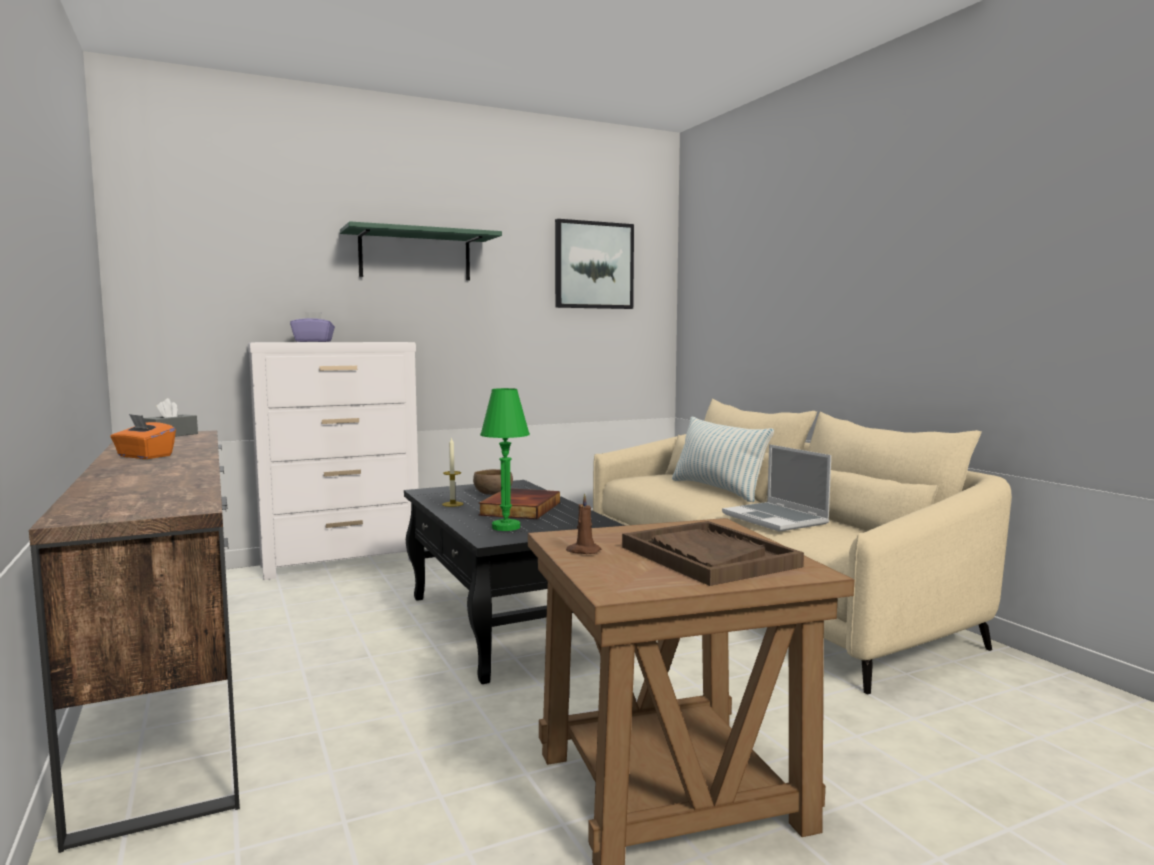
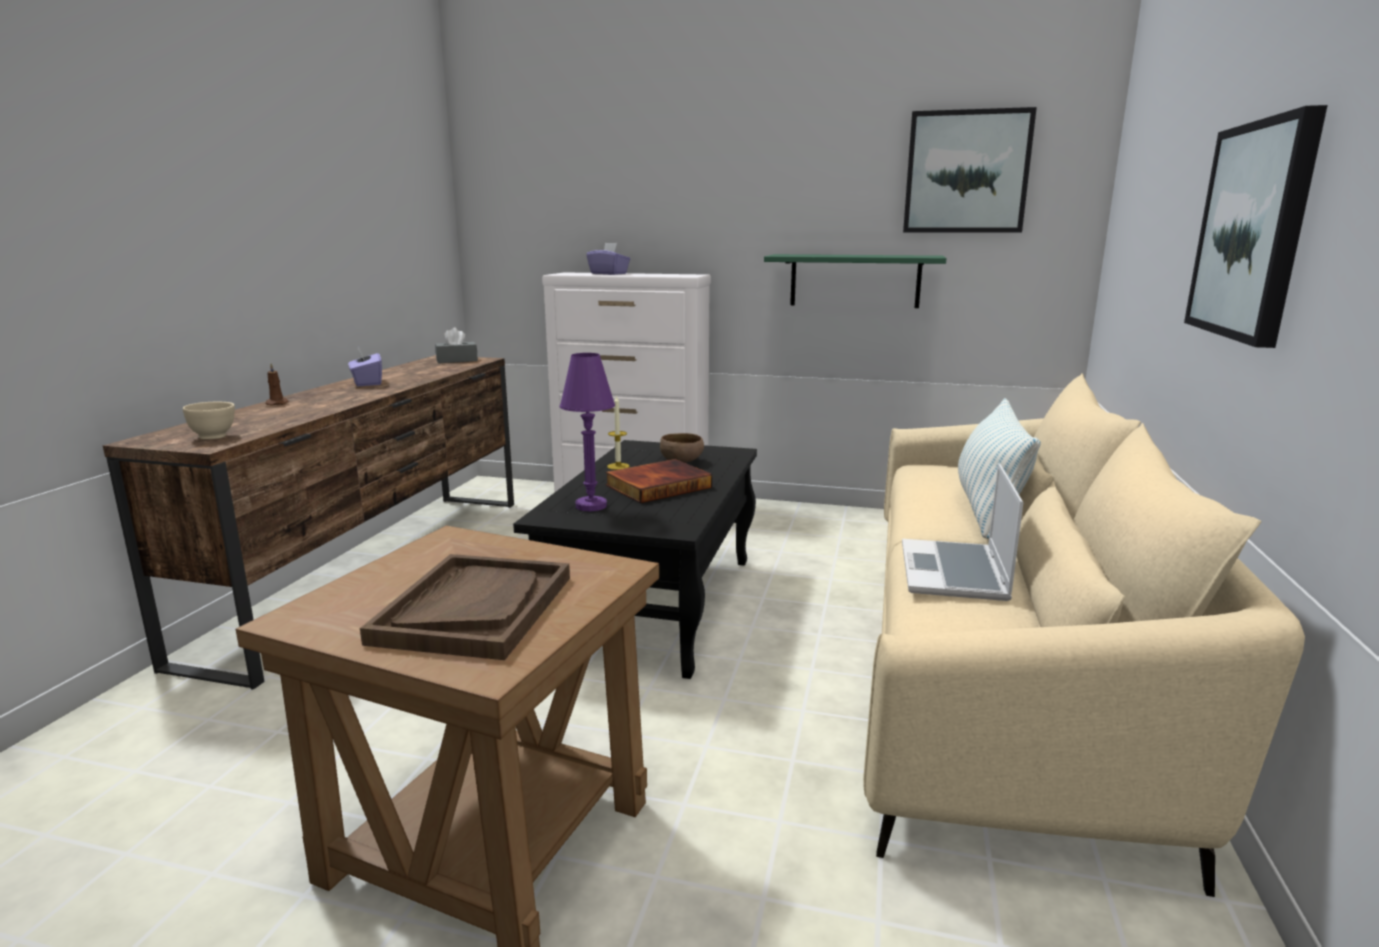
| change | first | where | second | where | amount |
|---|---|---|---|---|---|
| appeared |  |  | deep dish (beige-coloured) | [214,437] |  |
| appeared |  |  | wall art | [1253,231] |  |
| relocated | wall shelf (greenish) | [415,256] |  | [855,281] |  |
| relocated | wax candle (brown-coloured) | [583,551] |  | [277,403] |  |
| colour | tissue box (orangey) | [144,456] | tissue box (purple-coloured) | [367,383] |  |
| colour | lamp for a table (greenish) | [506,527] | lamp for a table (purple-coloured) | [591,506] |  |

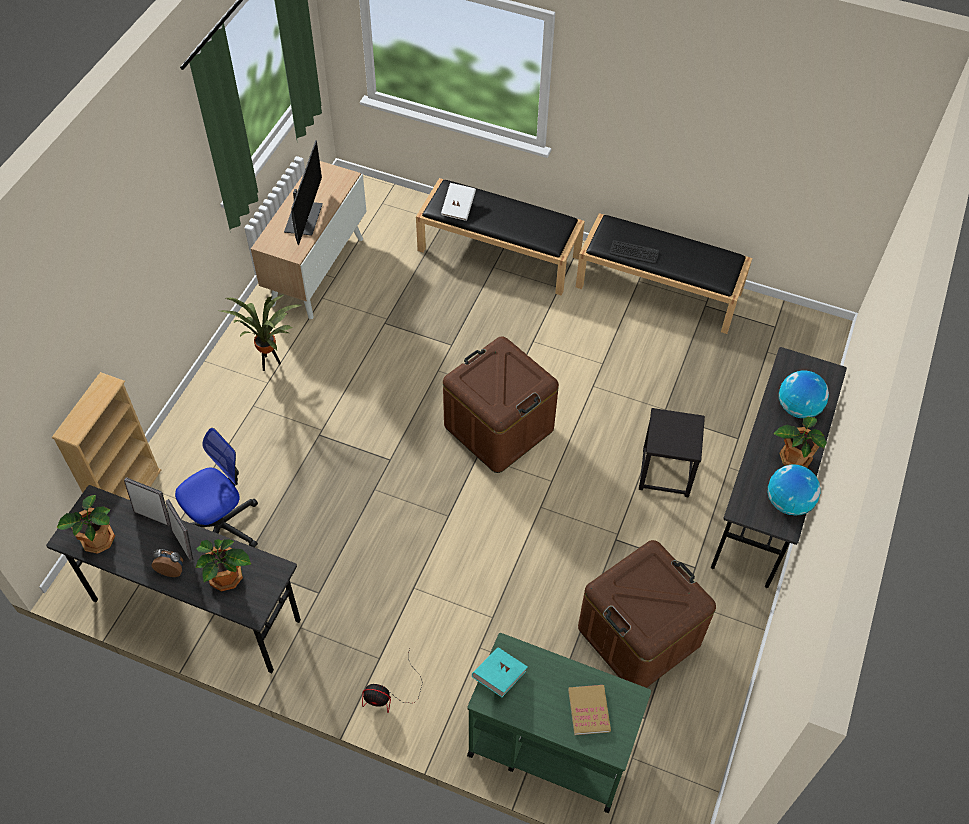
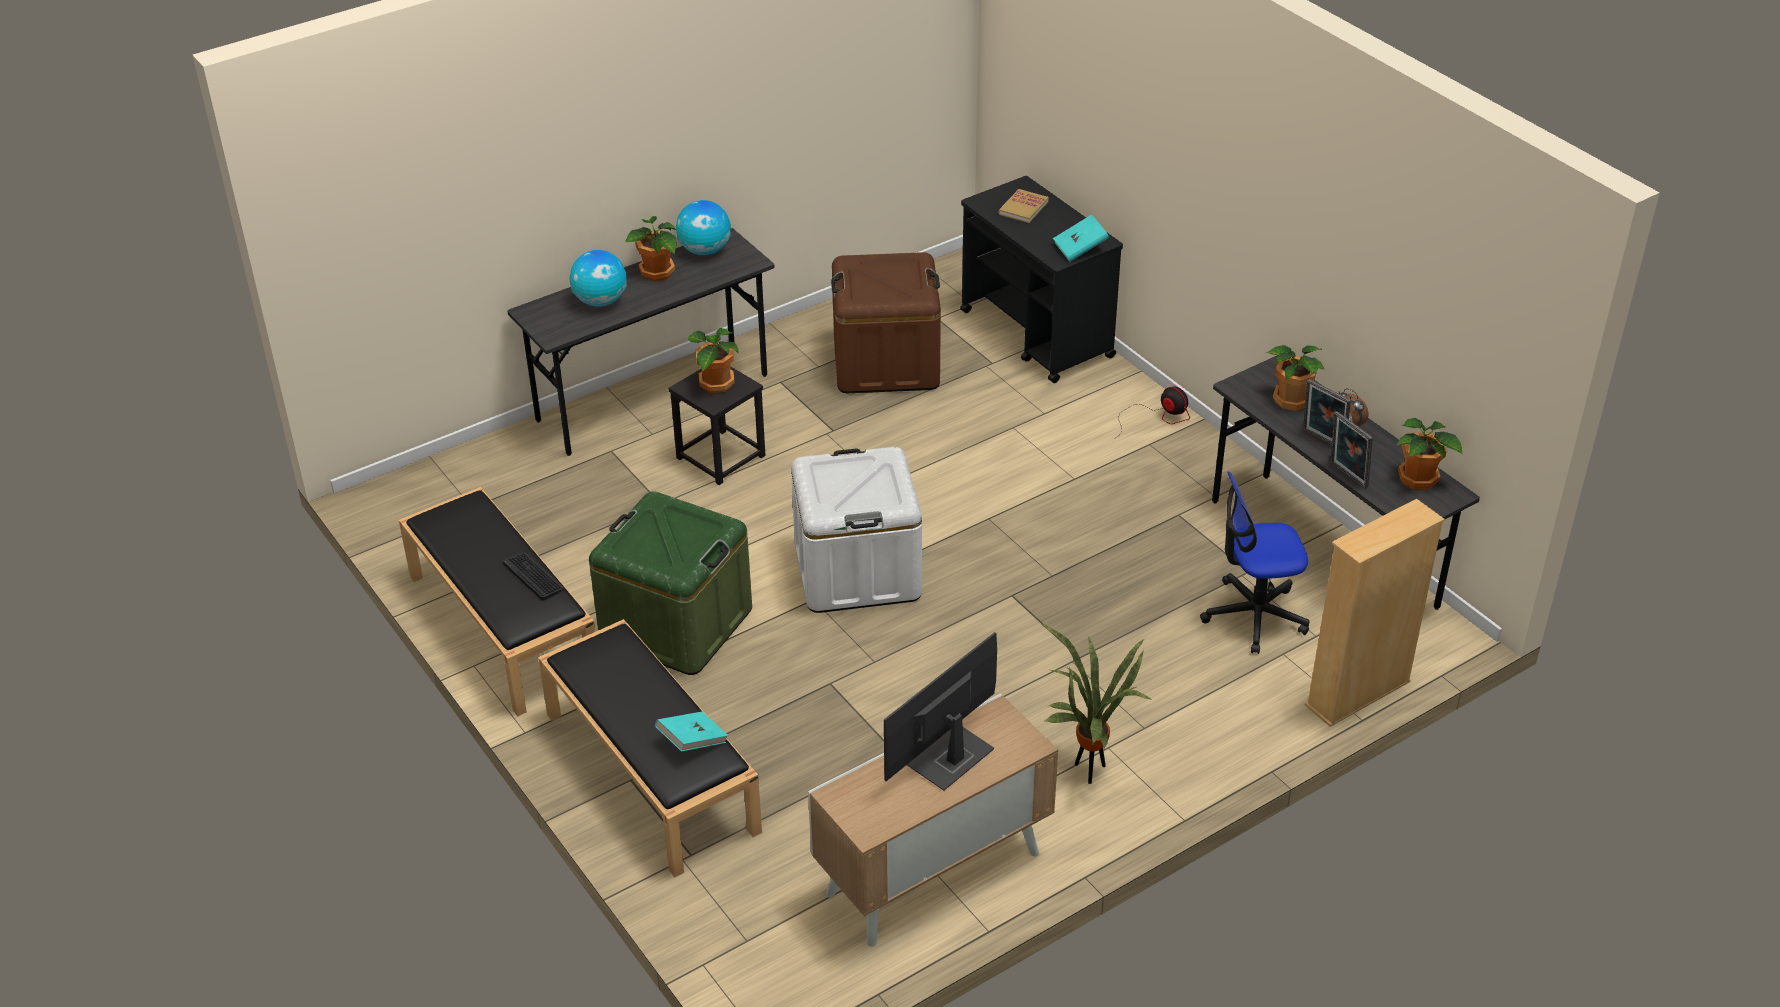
| change | first | where | second | where | amount |
|---|---|---|---|---|---|
| appeared |  |  | storage container (greenish) | [676,624] |  |
| appeared |  |  | potted plant | [715,384] |  |
| colour | book (white) | [458,208] | book (blue-green) | [692,741] |  |
| colour | storage container (brown-coloured) | [499,427] | storage container (white) | [857,571] |  |
| colour | cart (greenish) | [549,747] | cart (blackish) | [1037,334] |  |
| spun | standing frame | [185,543] |  | [1322,441] | 45 degrees counterclockwise |

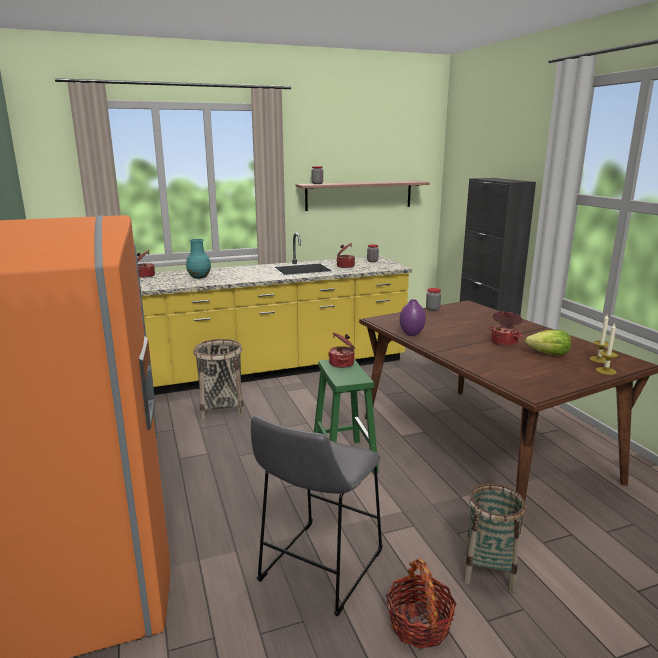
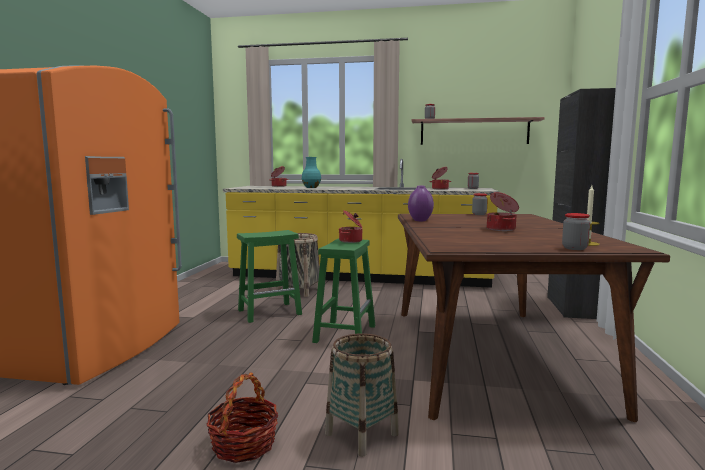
| change | first | where | second | where | amount |
|---|---|---|---|---|---|
| missing | stool seat (greyish) | [317,569] |  |  |  |
| missing | head of lettuce | [548,354] |  |  |  |
| appeared |  |  | stool seat (greenish) | [270,312] |  |
| exchanged | wax candle | [606,371] | jar | [574,248] |  |

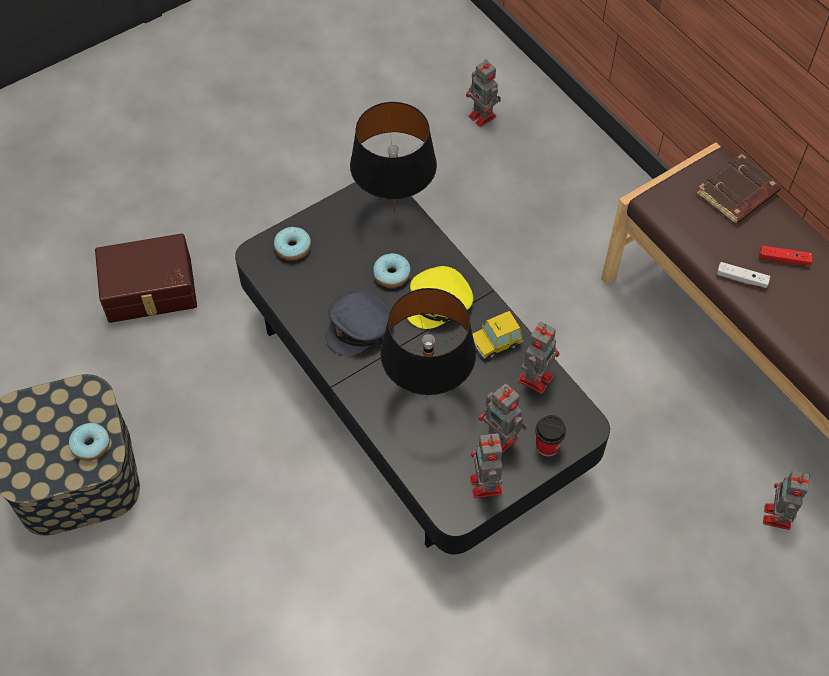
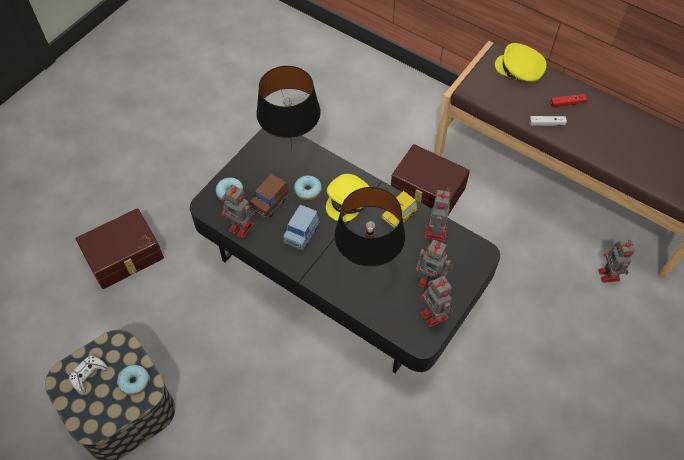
| change | first | where | second | where | amount |
|---|---|---|---|---|---|
| missing | cup | [547,446] |  |  |  |
| appeared |  |  | gamepad (white) | [88,375] |  |
| appeared |  |  | model car (brown-coloured) | [269,203] |  |
| appeared |  |  | storage container (brown-coloured) | [427,191] |  |
| relocated | model robot | [483,117] |  | [242,228] |  |
| exchanged | cap (greyish) | [360,327] | model car (blue-coloured) | [301,234] |  |
| exchanged | book (brown-coloured) | [737,194] | cap (yellow) | [519,70] |  |

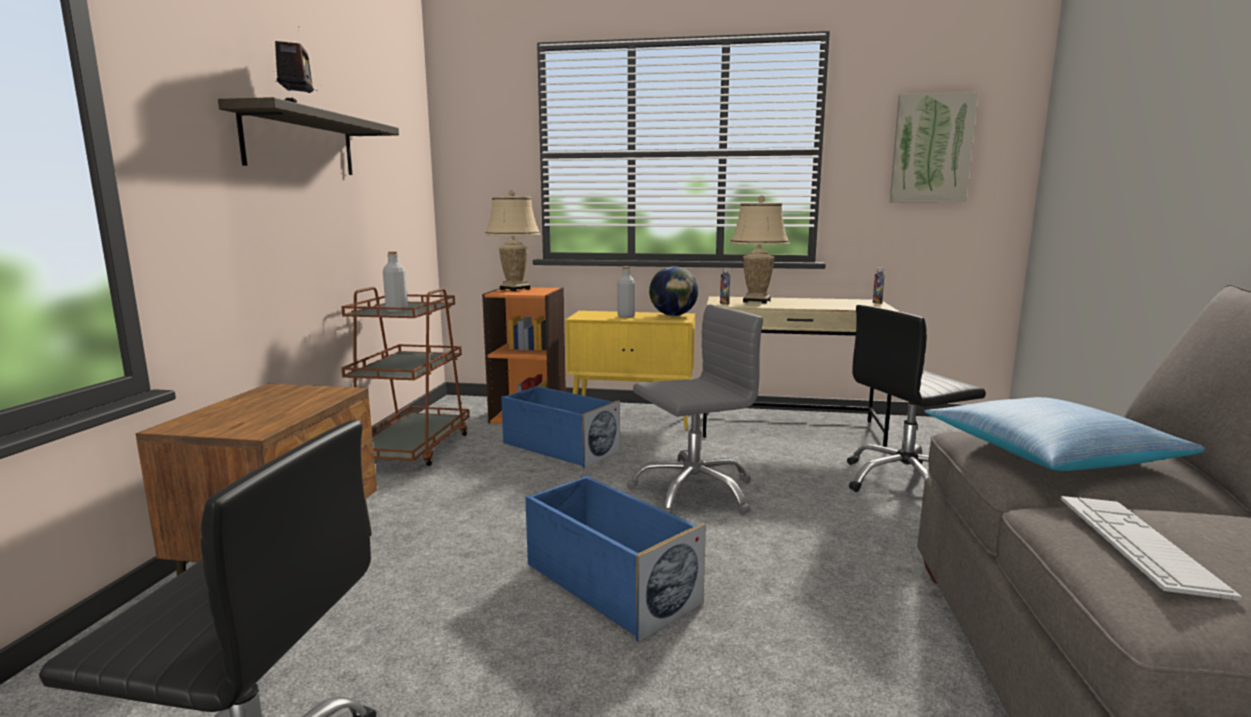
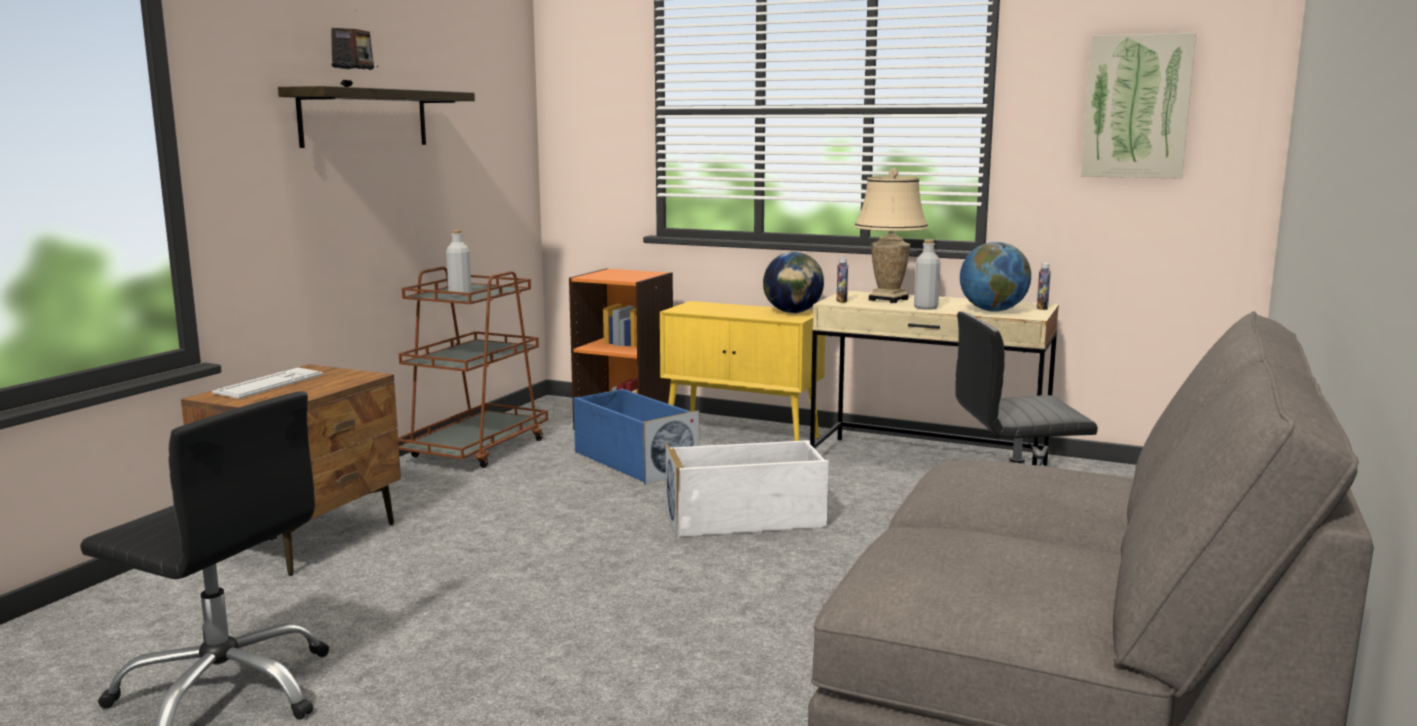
| change | first | where | second | where | amount |
|---|---|---|---|---|---|
| missing | lamp for a table (beige-coloured) | [515,289] |  |  |  |
| missing | storage container (blue-coloured) | [608,583] |  |  |  |
| missing | pillow | [1049,452] |  |  |  |
| appeared |  |  | world globe | [993,311] |  |
| relocated | beverage bottle (greyish) | [626,316] |  | [925,307] |  |
| relocated | PC keyboard | [1137,544] |  | [270,384] |  |
| exchanged | desk chair (greyish) | [693,492] | storage container (white) | [746,519] |  |

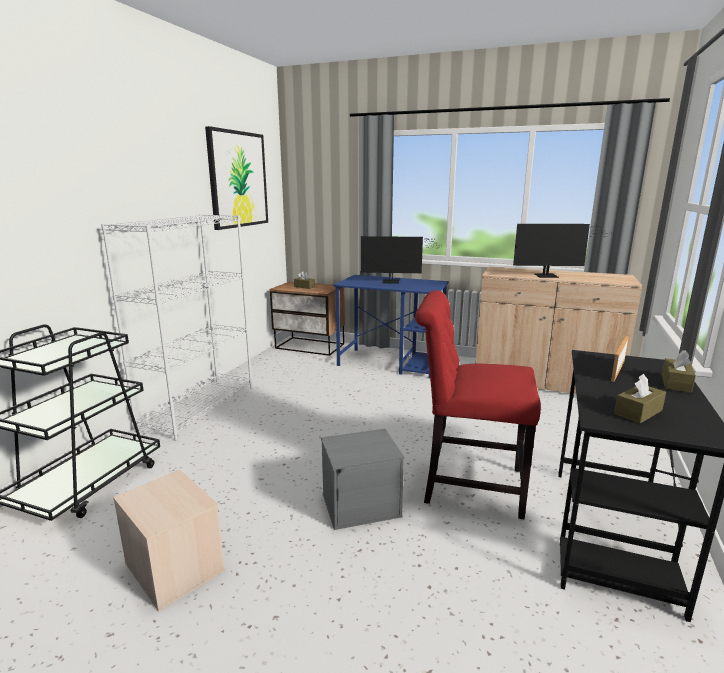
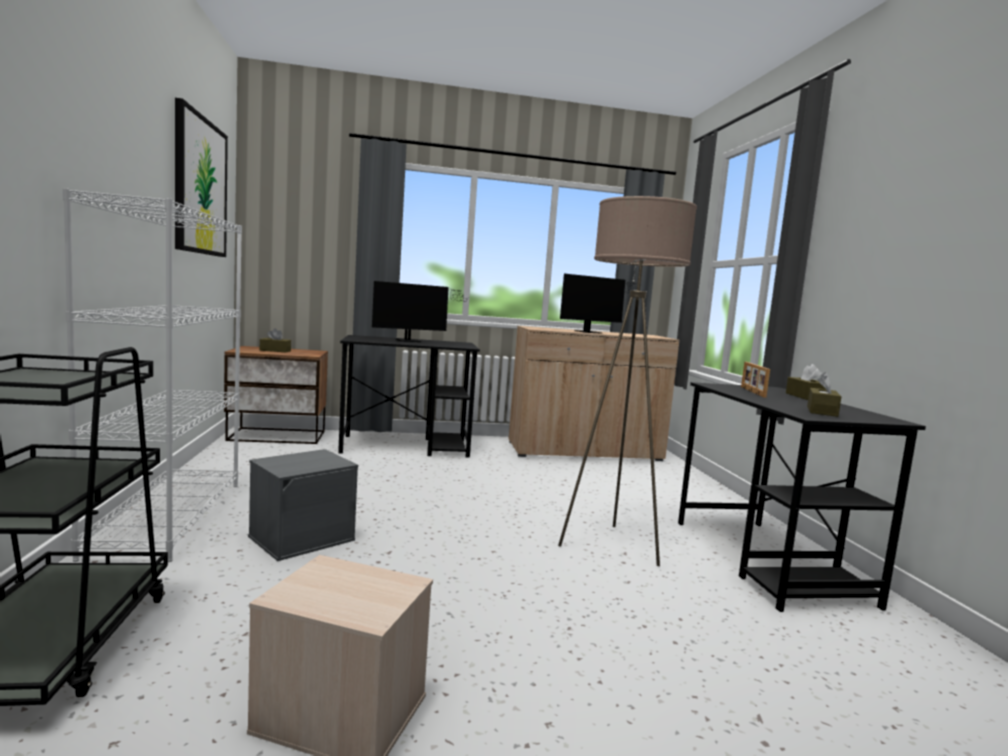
| change | first | where | second | where | amount |
|---|---|---|---|---|---|
| relocated | storage container (greyish) | [361,504] |  | [302,537] |  |
| exchanged | upright chair (reddish) | [467,485] | floor lamp (beige-coloured) | [610,545] |  |
| colour | desk unit (blue-coloured) | [391,363] | desk unit (blackish) | [406,446] |  |

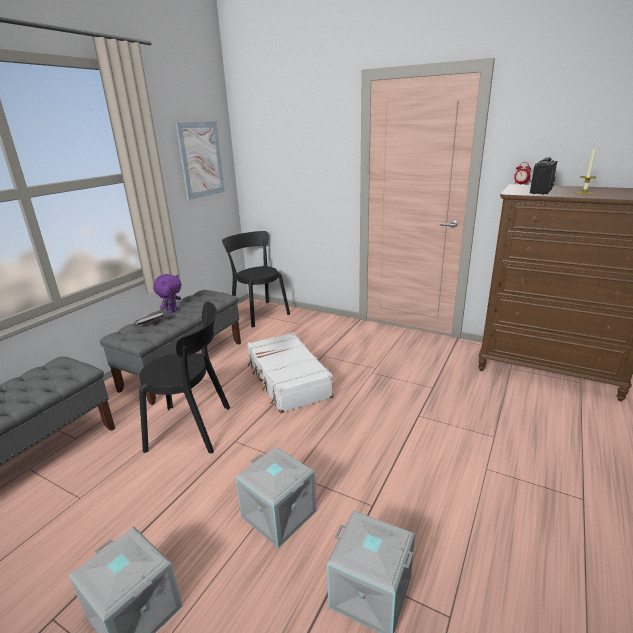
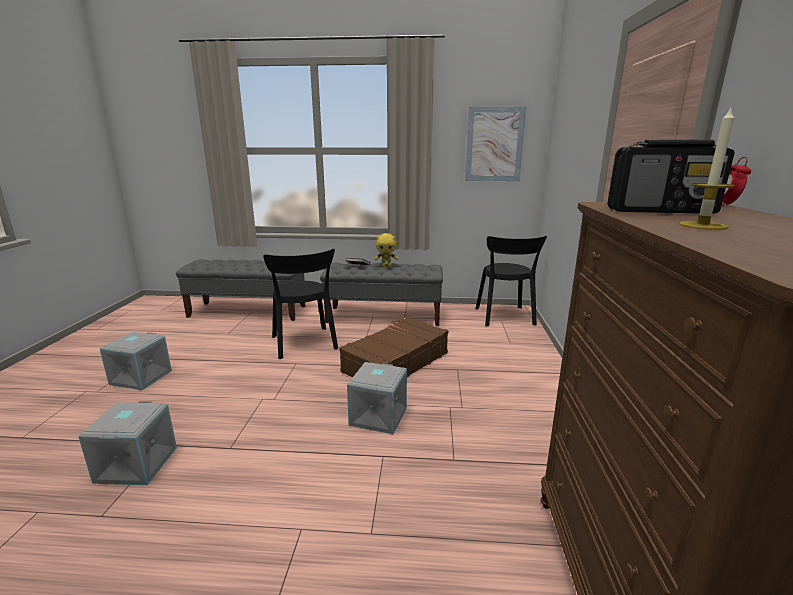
| change | first | where | second | where | amount |
|---|---|---|---|---|---|
| relocated | storage container (greyish) | [277,514] |  | [377,416] |  |
| colour | soft toy (purple-coloured) | [172,311] | soft toy (yellow) | [386,266] |  |
| colour | piece of luggage (white) | [287,380] | piece of luggage (brown-coloured) | [395,362] |  |
| spun | upright chair (blackish) | [259,313] |  | [505,318] | 150 degrees clockwise |

